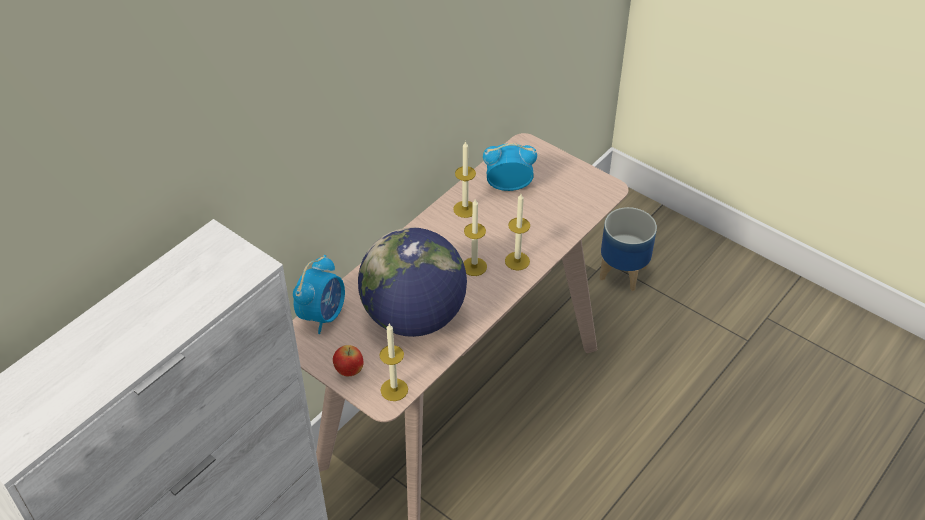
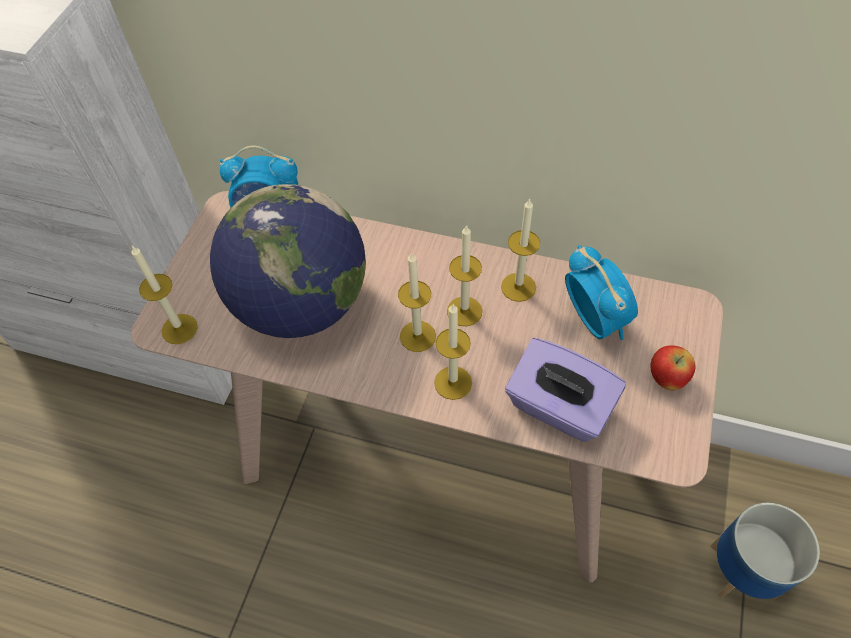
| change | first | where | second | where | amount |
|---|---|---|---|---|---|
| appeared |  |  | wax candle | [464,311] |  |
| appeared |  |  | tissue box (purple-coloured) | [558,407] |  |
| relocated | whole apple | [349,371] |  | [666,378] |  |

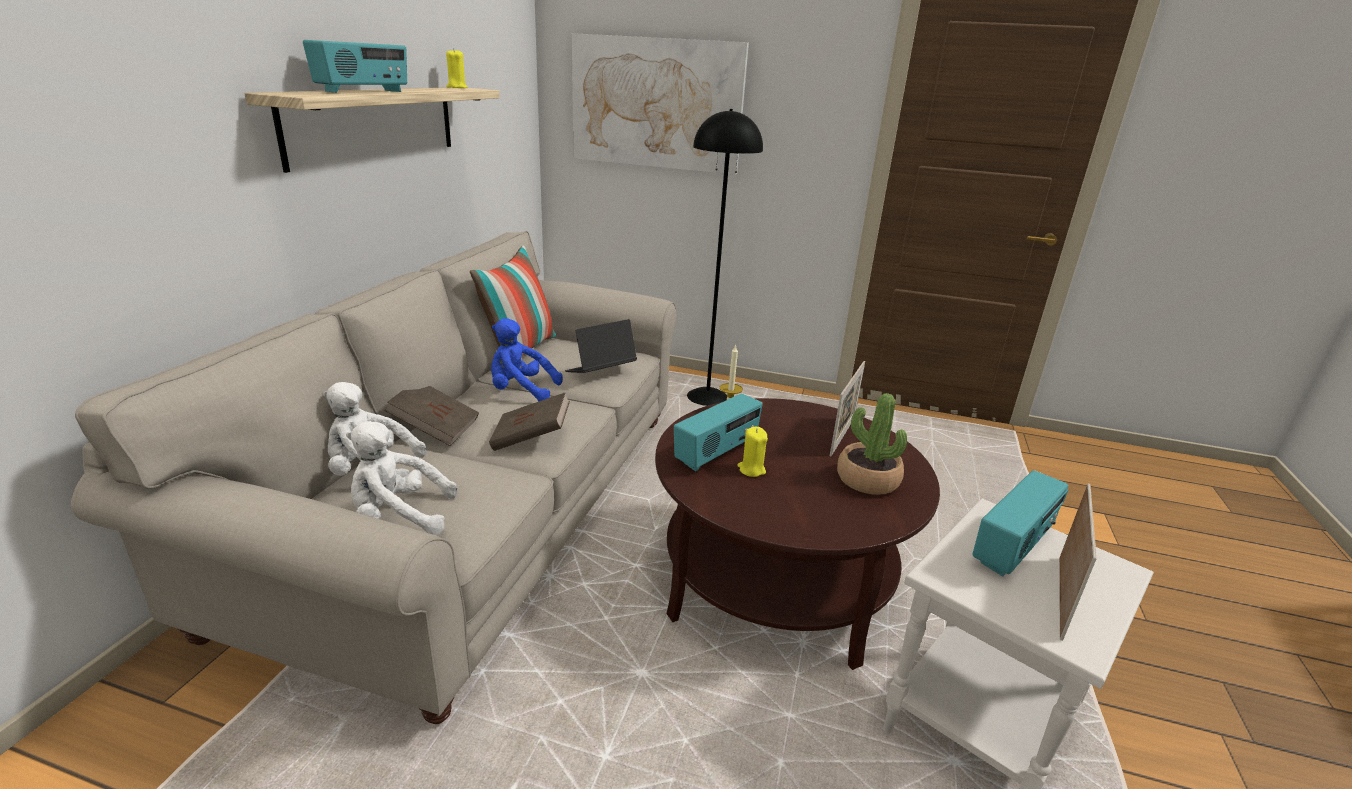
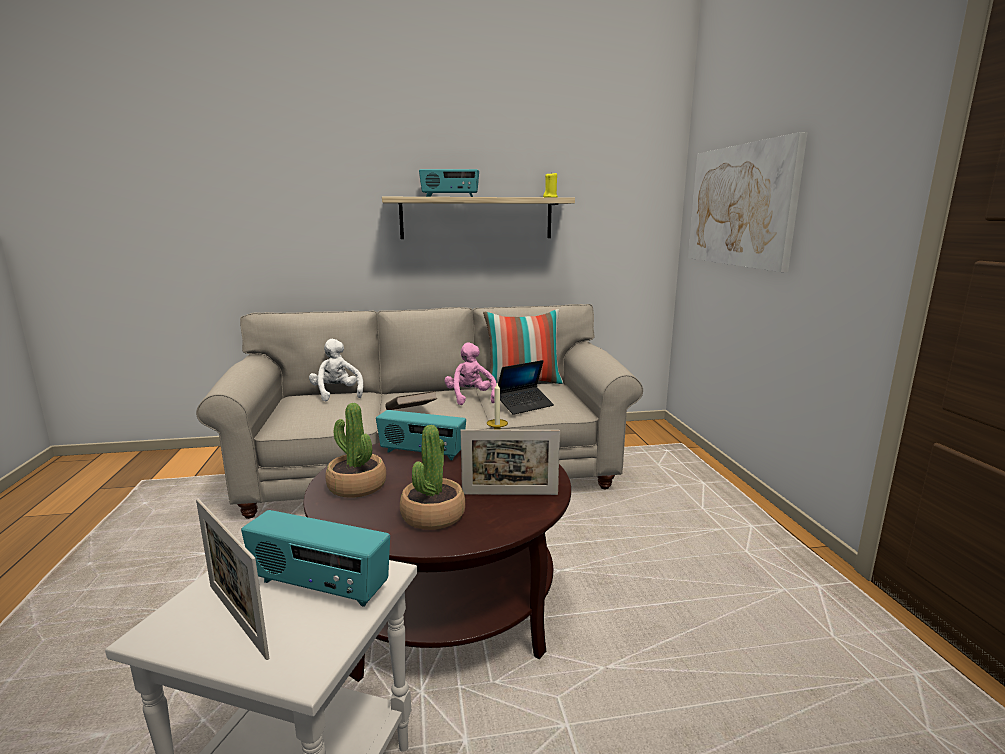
| change | first | where | second | where | amount |
|---|---|---|---|---|---|
| missing | soft toy (white) | [399,517] |  |  |  |
| missing | book (brown-coloured) | [435,428] |  |  |  |
| missing | floor lamp (blackish) | [707,397] |  |  |  |
| missing | wax candle (yellow) | [751,469] |  |  |  |
| appeared |  |  | potted plant | [356,486] |  |
| colour | soft toy (blue-coloured) | [521,391] | soft toy (pinkish) | [470,397] |  |
| spun | laptop | [600,372] |  | [524,405] | 120 degrees clockwise |
| spun | standing frame | [1060,596] |  | [237,620] | 45 degrees clockwise |

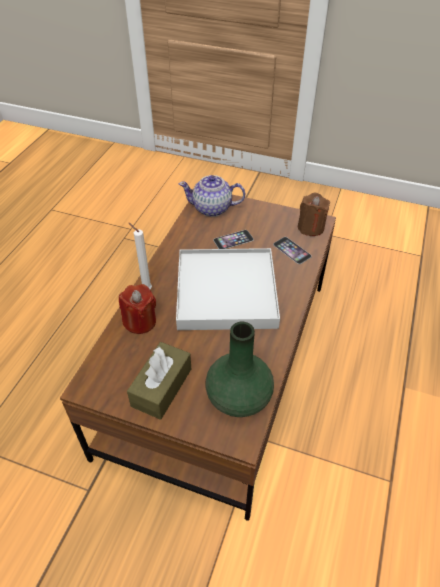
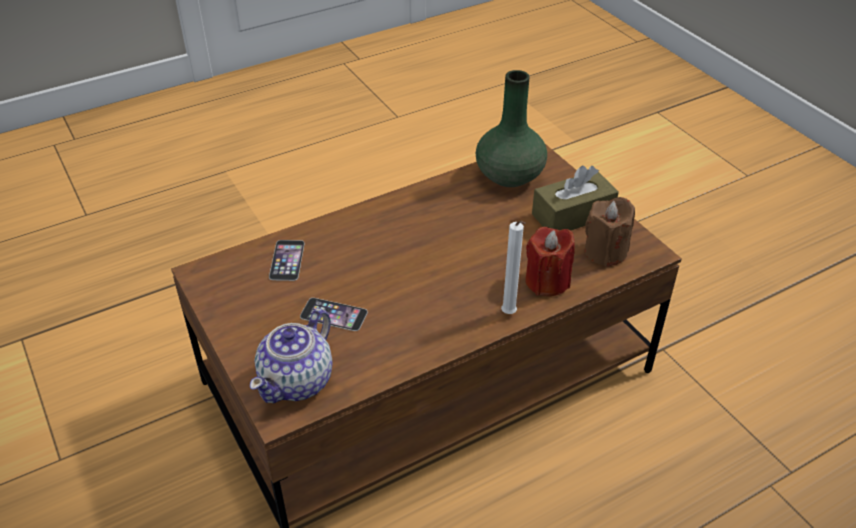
| change | first | where | second | where | amount |
|---|---|---|---|---|---|
| missing | serving tray (white) | [226,292] |  |  |  |
| relocated | wax candle (brown-coloured) | [311,227] |  | [605,252] |  |
| spun | teapot | [212,209] |  | [298,381] | 75 degrees clockwise |

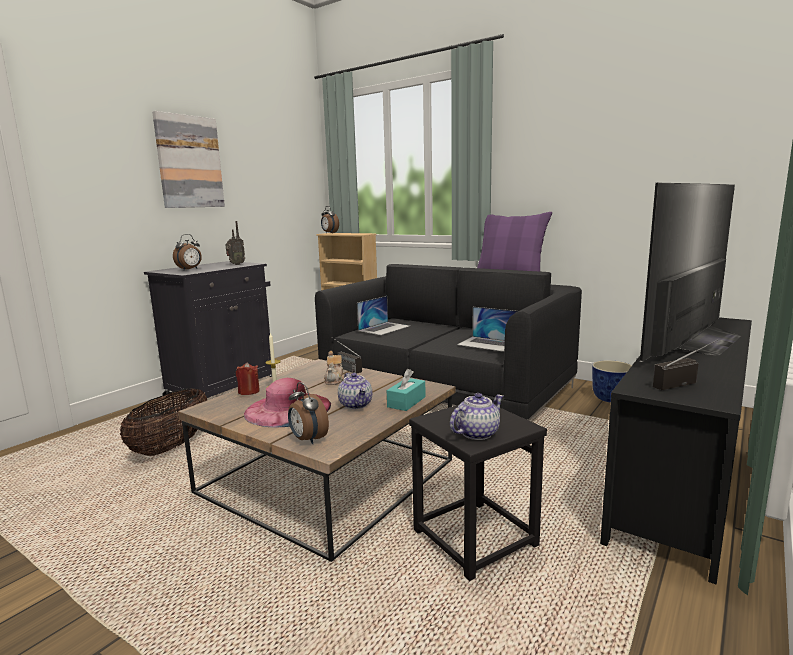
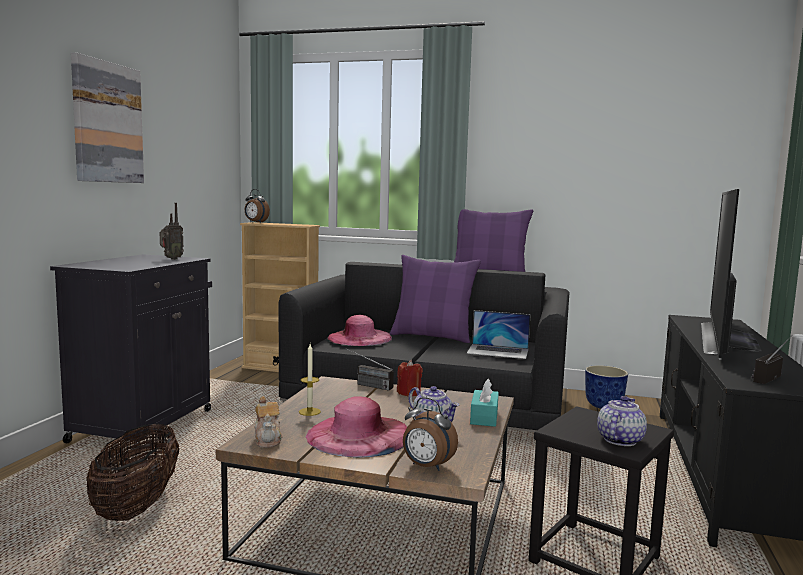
| change | first | where | second | where | amount |
|---|---|---|---|---|---|
| missing | bedside clock | [190,269] |  |  |  |
| appeared |  |  | pillow (purple-coloured) | [432,336] |  |
| relocated | wax candle (reddish) | [249,391] |  | [409,393] |  |
| relocated | teapot | [334,380] |  | [268,439] |  |
| exchanged | laptop | [384,328] | wearable hat (pinkish) | [359,338] |  |

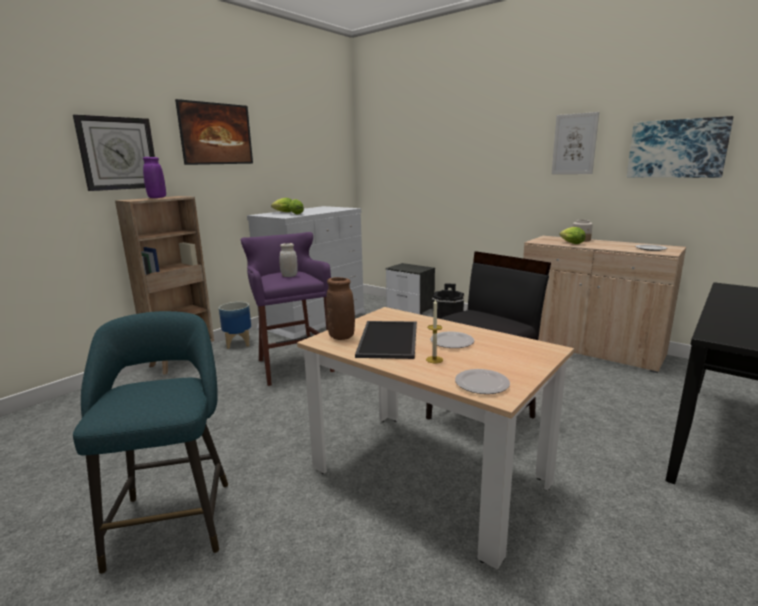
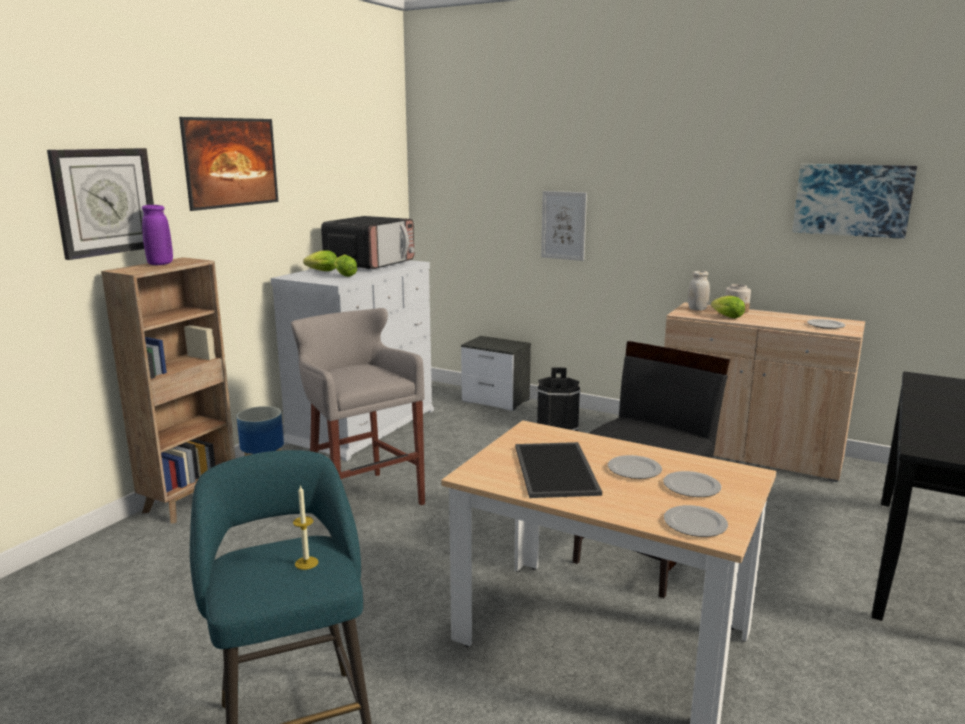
| change | first | where | second | where | amount |
|---|---|---|---|---|---|
| missing | flower vase (brown-coloured) | [341,336] |  |  |  |
| appeared |  |  | microwave oven | [370,264] |  |
| appeared |  |  | flat dish | [691,486] |  |
| relocated | jar (white) | [289,276] |  | [697,309] |  |
| relocated | wax candle | [434,359] |  | [306,563] |  |
| relocated | wall art | [574,144] |  | [563,225] |  |
| colour | stool seat (purple-coloured) | [293,365] | stool seat (greyish) | [361,498] |  |

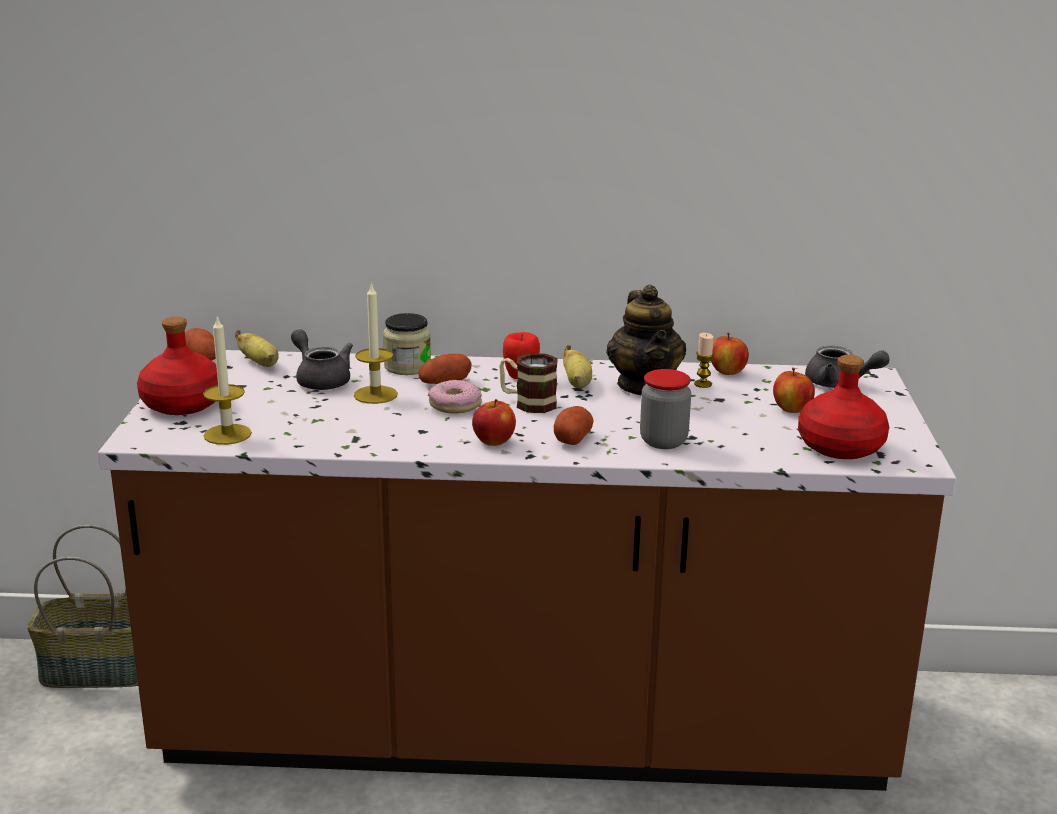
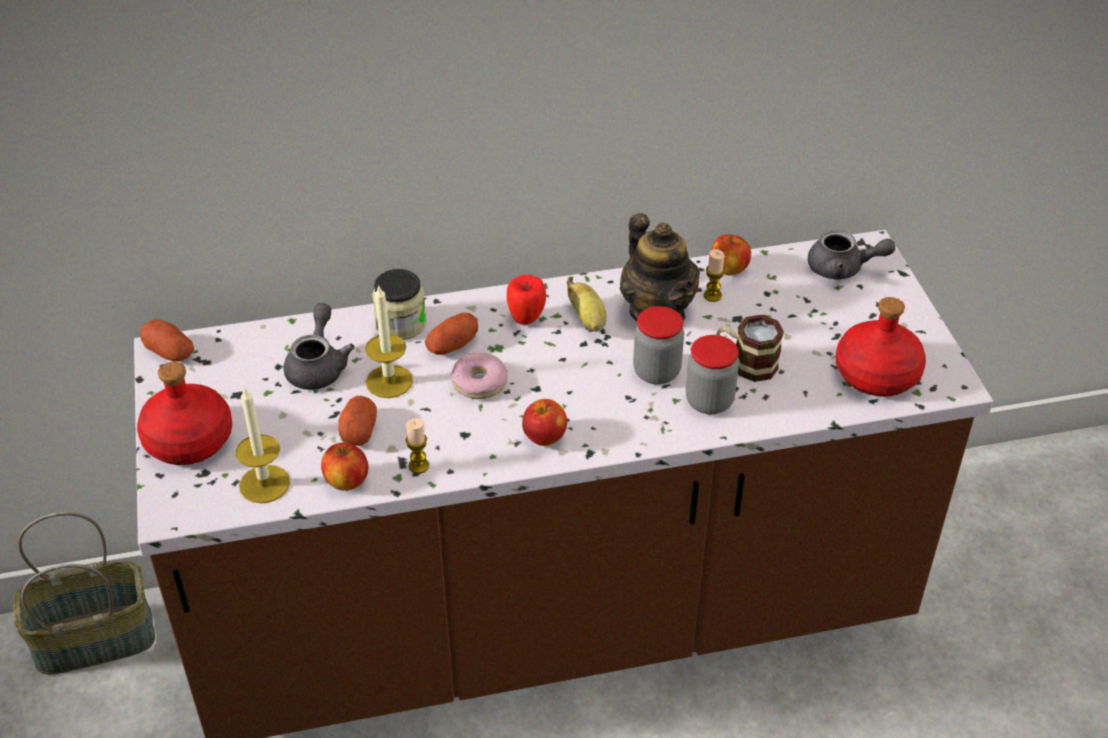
| change | first | where | second | where | amount |
|---|---|---|---|---|---|
| missing | banana | [260,364] |  |  |  |
| appeared |  |  | wax candle | [418,466] |  |
| appeared |  |  | jar | [656,372] |  |
| relocated | coffee mug | [527,403] |  | [745,365] |  |
| relocated | whole potato | [572,438] |  | [358,431] |  |
| relocated | whole apple | [792,409] |  | [347,482] |  |
| spun | teapot (greyish) | [320,380] |  | [318,366] | 60 degrees clockwise |

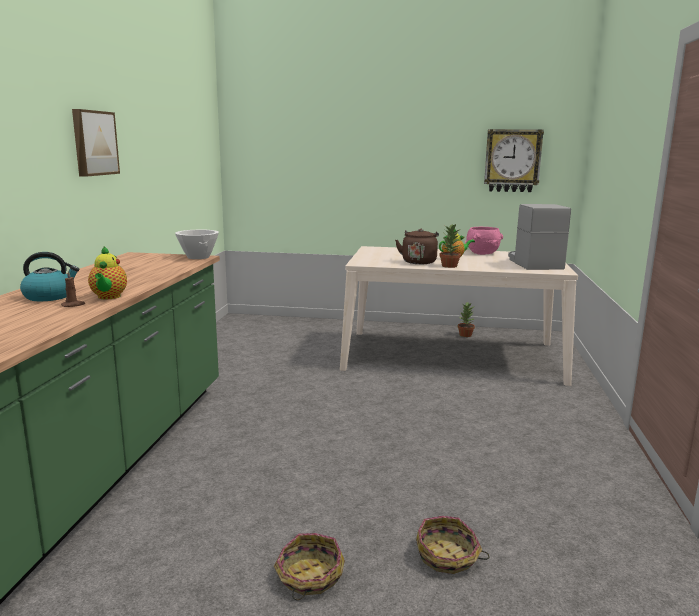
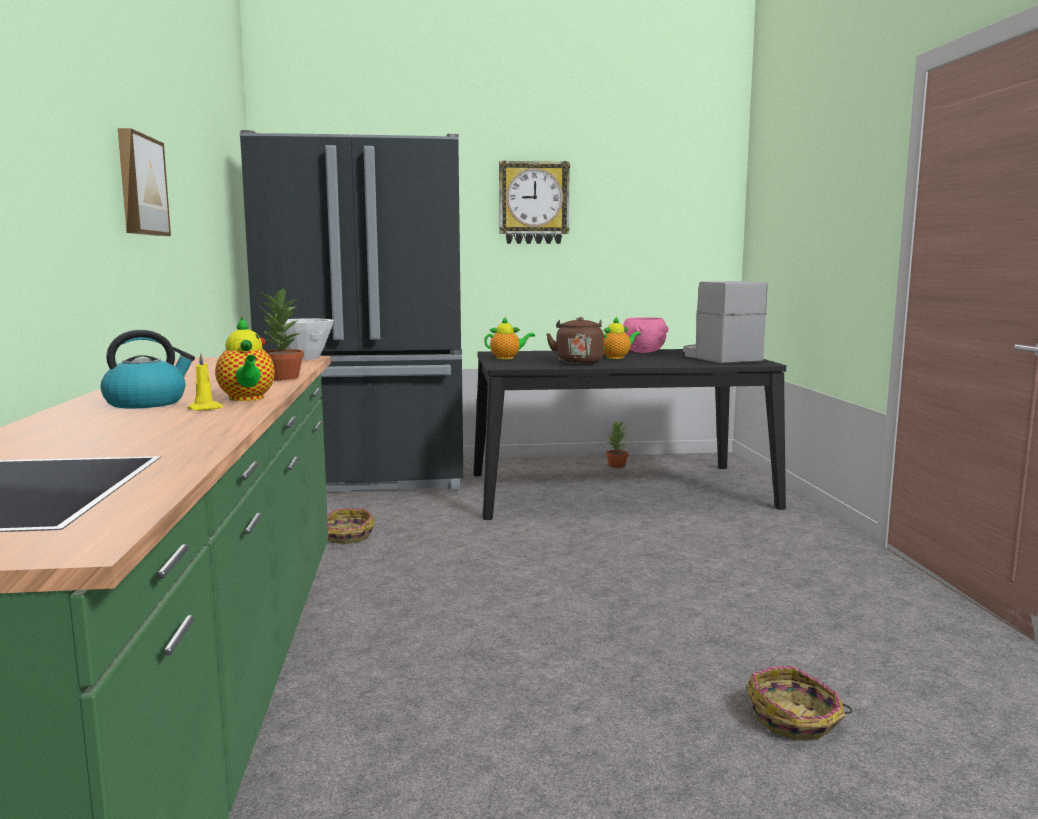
| change | first | where | second | where | amount |
|---|---|---|---|---|---|
| appeared |  |  | refrigerator (blackish) | [368,478] |  |
| appeared |  |  | teapot | [507,358] |  |
| relocated | basket | [309,576] |  | [346,536] |  |
| relocated | potted plant | [449,266] |  | [281,378] |  |
| relocated | hanging clock | [512,160] |  | [533,203] |  |
| colour | wax candle (brown-coloured) | [73,305] | wax candle (yellow) | [206,409] |  |
| colour | dining table (beige-coloured) | [451,356] | dining table (blackish) | [617,490] |  |

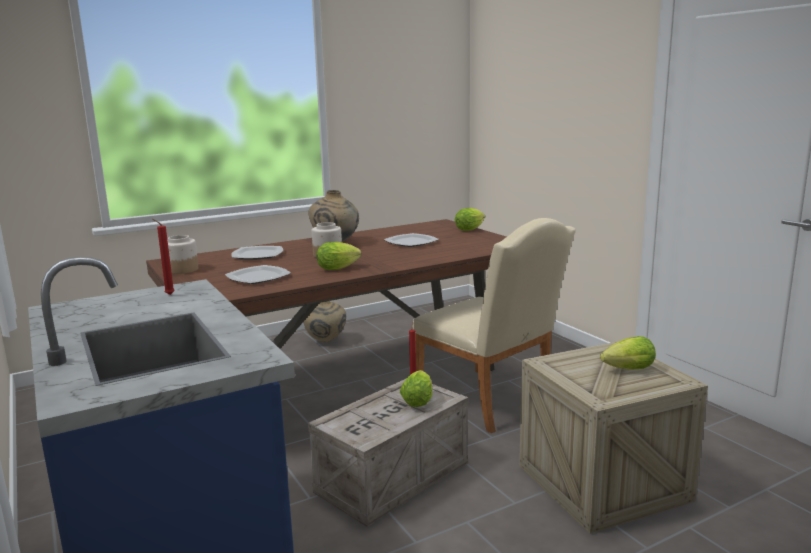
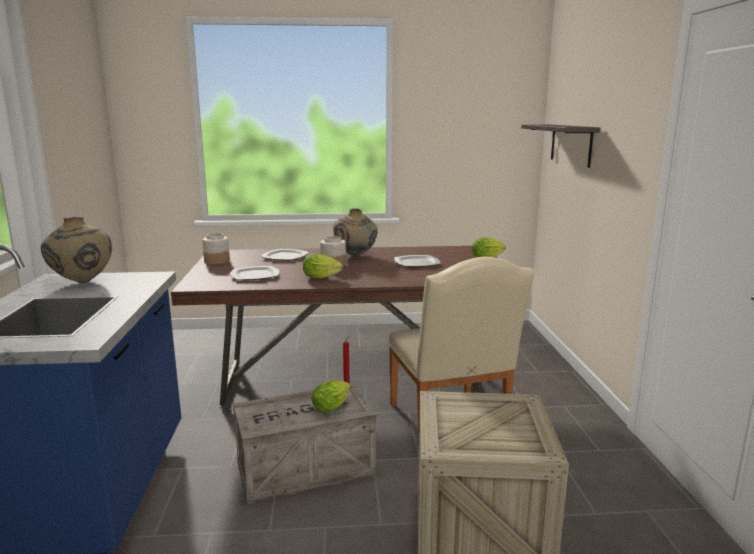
| change | first | where | second | where | amount |
|---|---|---|---|---|---|
| missing | wax candle (reddish) | [168,295] |  |  |  |
| missing | head of lettuce | [626,370] |  |  |  |
| appeared |  |  | wall shelf | [571,144] |  |
| relocated | flower vase (beige-coloured) | [326,342] |  | [82,282] |  |

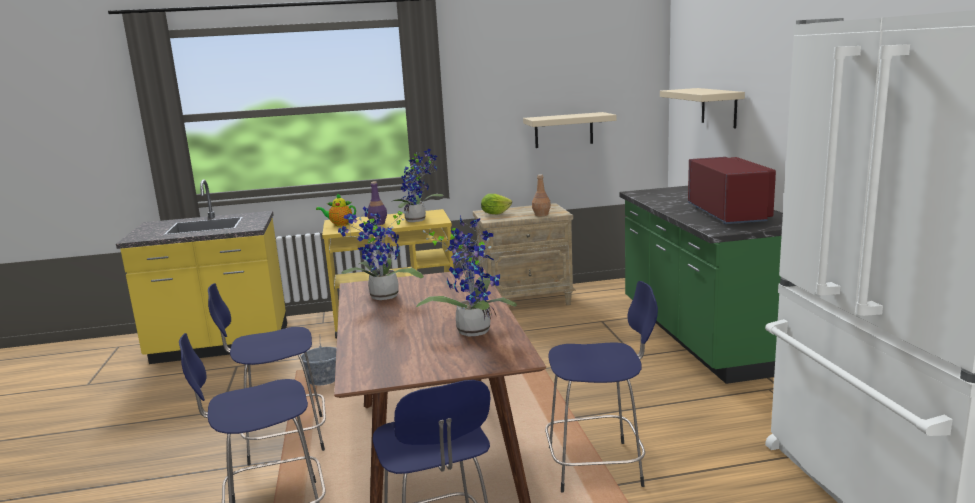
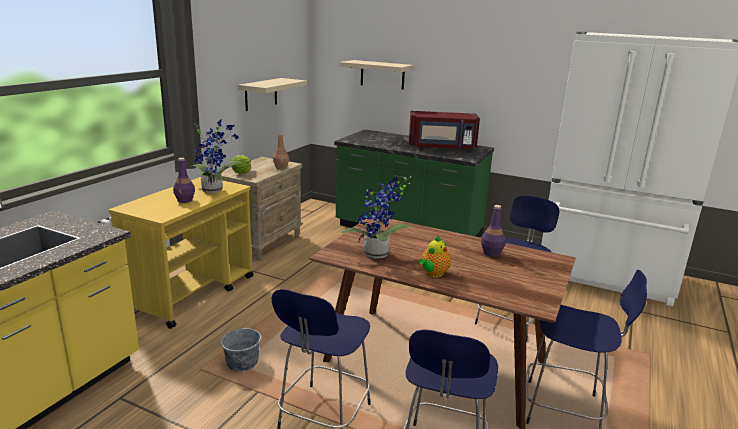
| change | first | where | second | where | amount |
|---|---|---|---|---|---|
| relocated | teapot | [339,224] |  | [433,274] |  |
| exchanged | potted plant | [473,329] | beverage bottle (purple-coloured) | [491,253] |  |
| spun | microwave oven (reddish) | [729,214] |  | [442,147] | 150 degrees clockwise |

